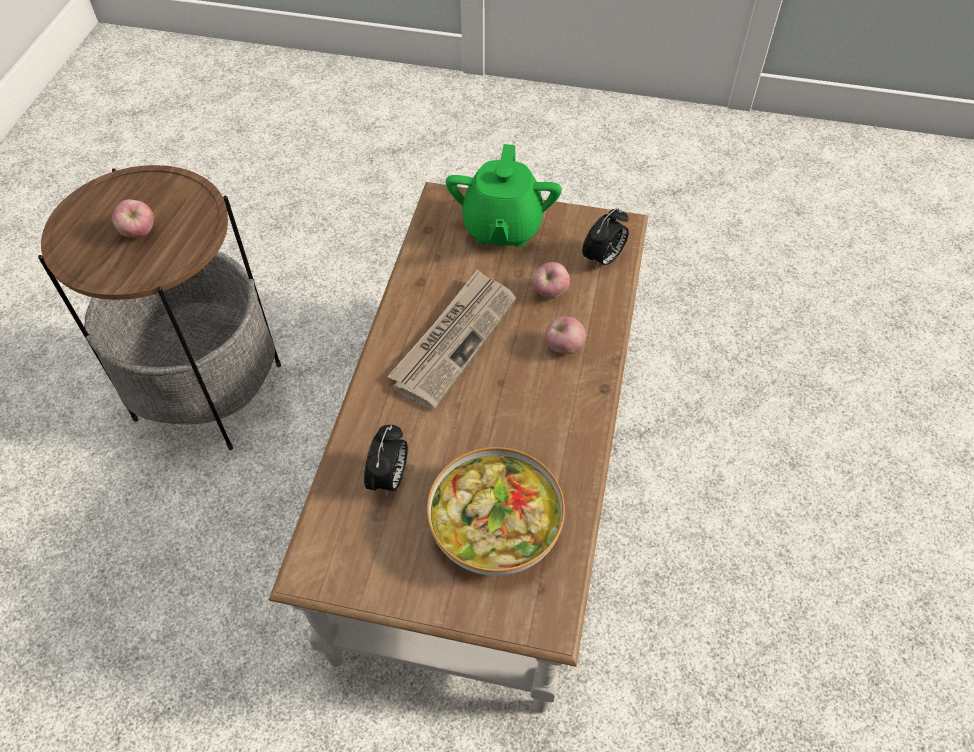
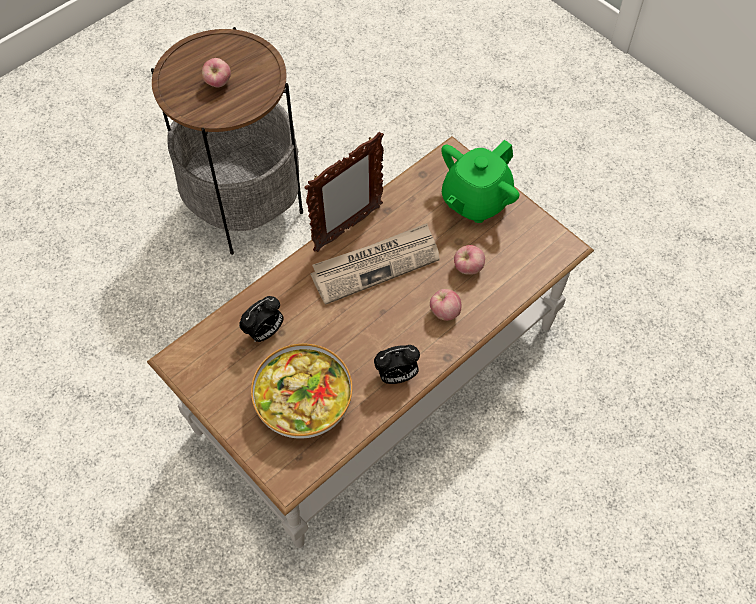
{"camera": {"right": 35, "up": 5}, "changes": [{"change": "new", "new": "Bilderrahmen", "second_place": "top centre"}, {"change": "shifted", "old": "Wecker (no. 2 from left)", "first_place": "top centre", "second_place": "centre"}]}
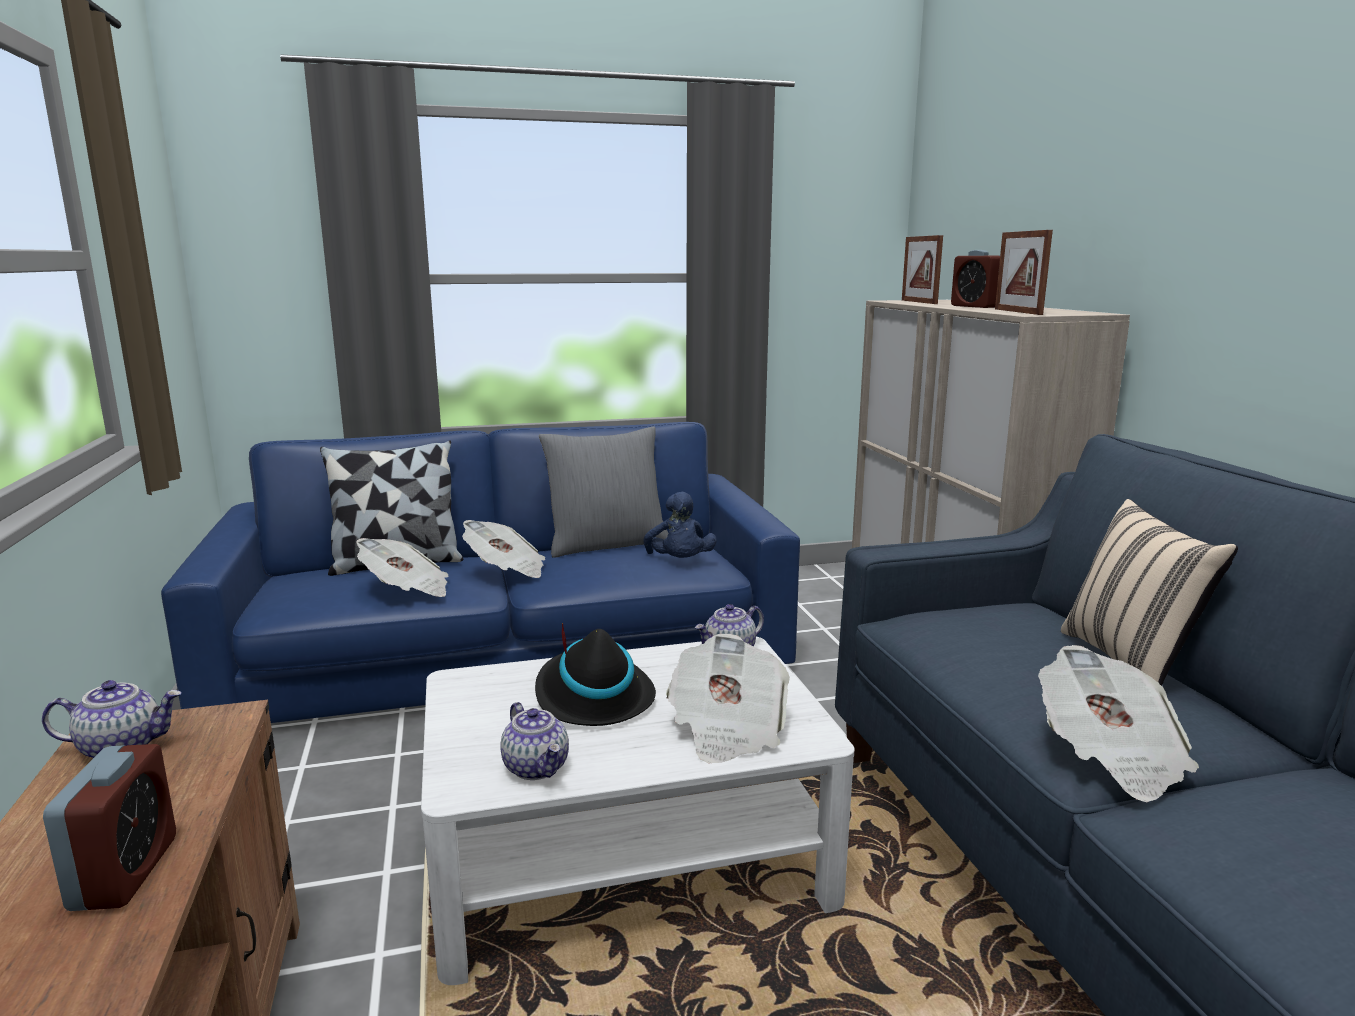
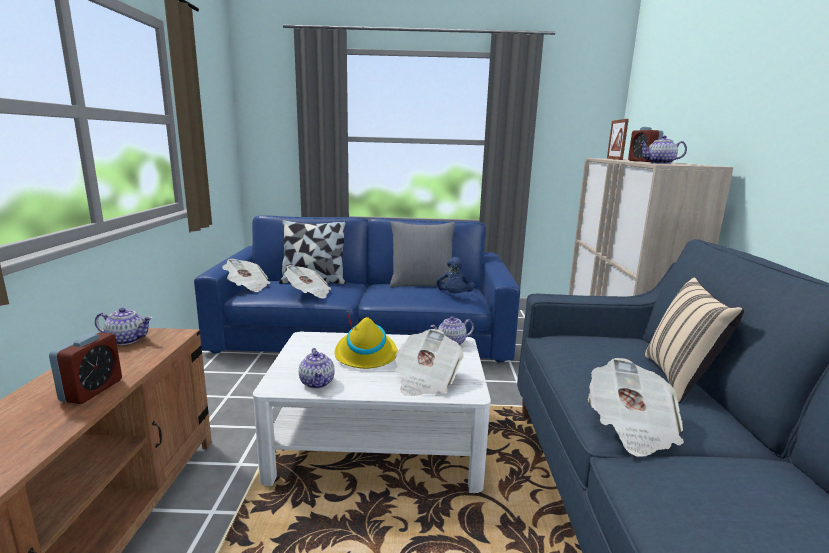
{"camera": {"right": 15, "up": 0}, "changes": [{"change": "shifted", "old": "Zeitung (no. 2 from left in the first image)", "new": "Zeitung (no. 1 from left)", "first_place": "centre", "second_place": "middle left"}, {"change": "swapped", "old": "Bilderrahmen (no. 2 from left)", "new": "Teekanne (no. 4 from left)", "first_place": "top right", "second_place": "top right"}, {"change": "repainted", "old": "Hut [schwarz]", "new": "Hut [gelb]", "first_place": "centre", "second_place": "centre"}]}
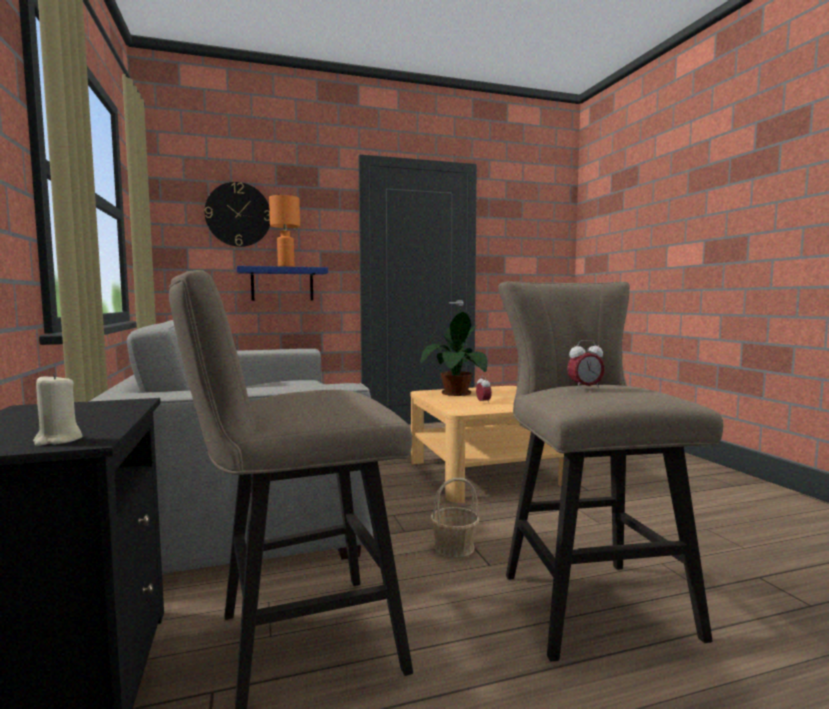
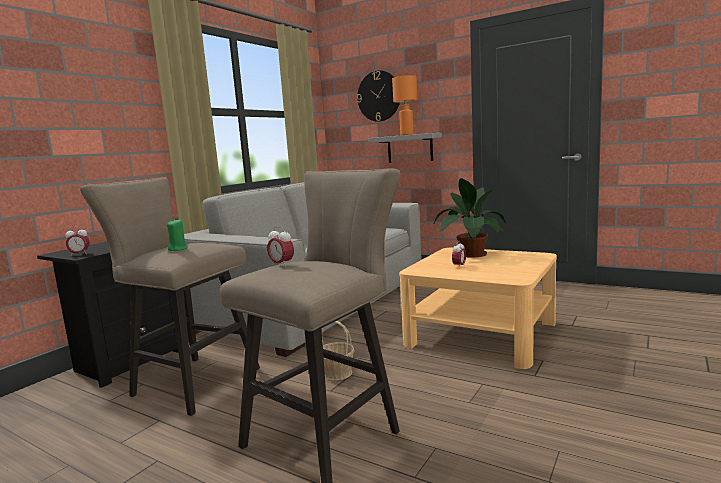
{"camera": {"right": 50, "up": 5}, "changes": [{"change": "new", "new": "Kerze [grün]", "second_place": "middle left"}, {"change": "swapped", "old": "Kerze [beige]", "new": "Wecker (no. 1 from left)", "first_place": "middle left", "second_place": "middle left"}, {"change": "repainted", "old": "Wandregal [blau]", "new": "Wandregal [grau]", "first_place": "centre", "second_place": "top centre"}]}
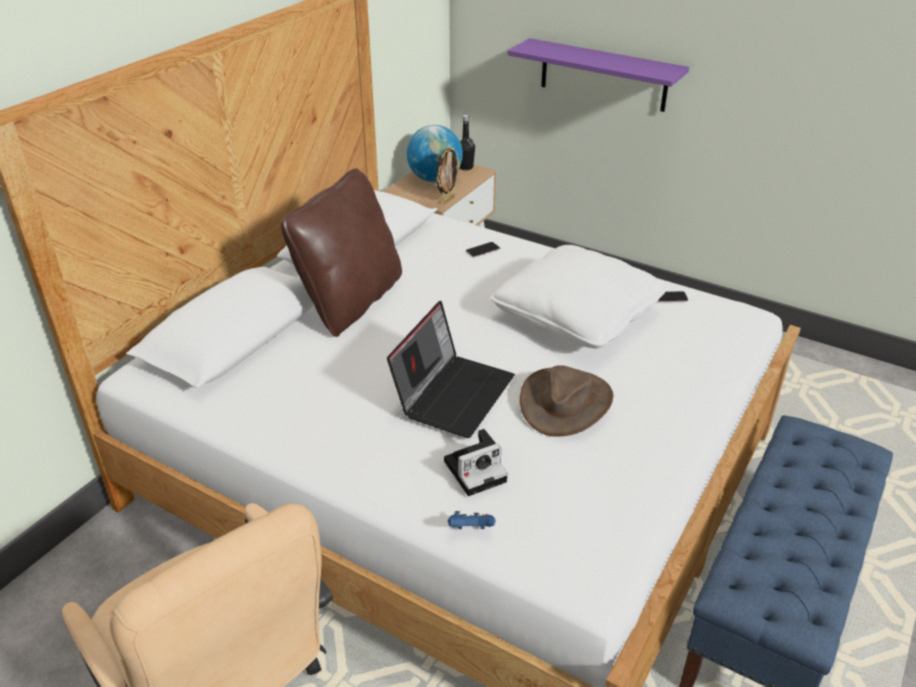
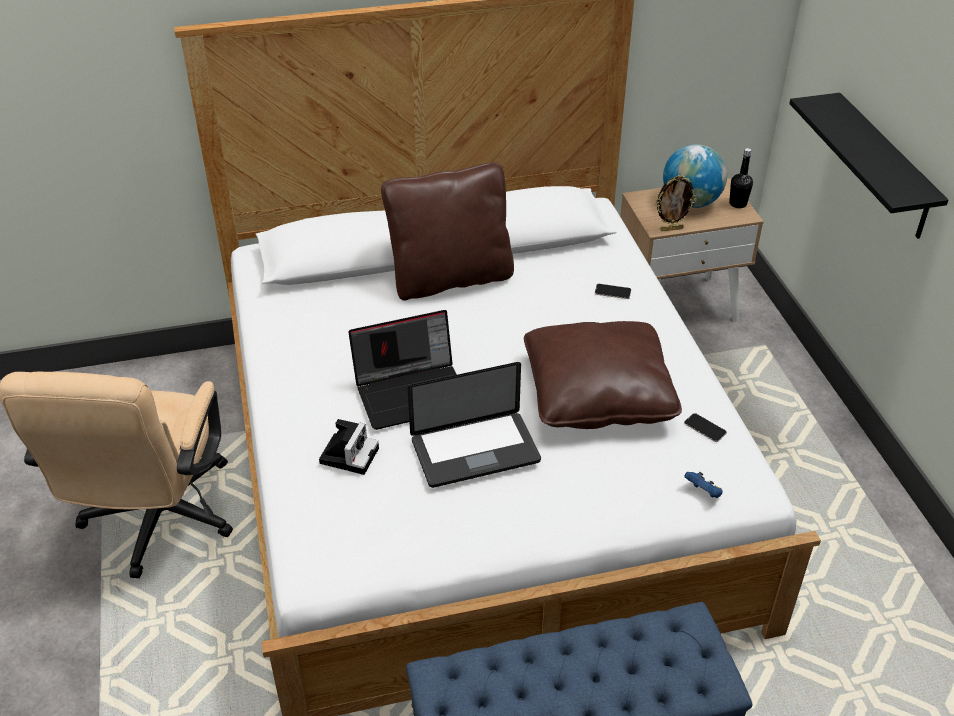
{"camera": {"right": 45, "up": 5}, "changes": [{"change": "shifted", "old": "Gamepad [blau]", "first_place": "bottom centre", "second_place": "bottom right"}, {"change": "swapped", "old": "Hut [braun]", "new": "Laptop (no. 2 from left)", "first_place": "centre", "second_place": "centre"}, {"change": "repainted", "old": "Kissen [weiß]", "new": "Kissen [braun] (no. 2 from left)", "first_place": "centre", "second_place": "centre"}, {"change": "repainted", "old": "Wandregal [lila]", "new": "Wandregal [schwarz]", "first_place": "top centre", "second_place": "top right"}, {"change": "rotated", "old": "Kamera", "first_place": "bottom centre", "second_place": "centre", "degrees": -90}]}
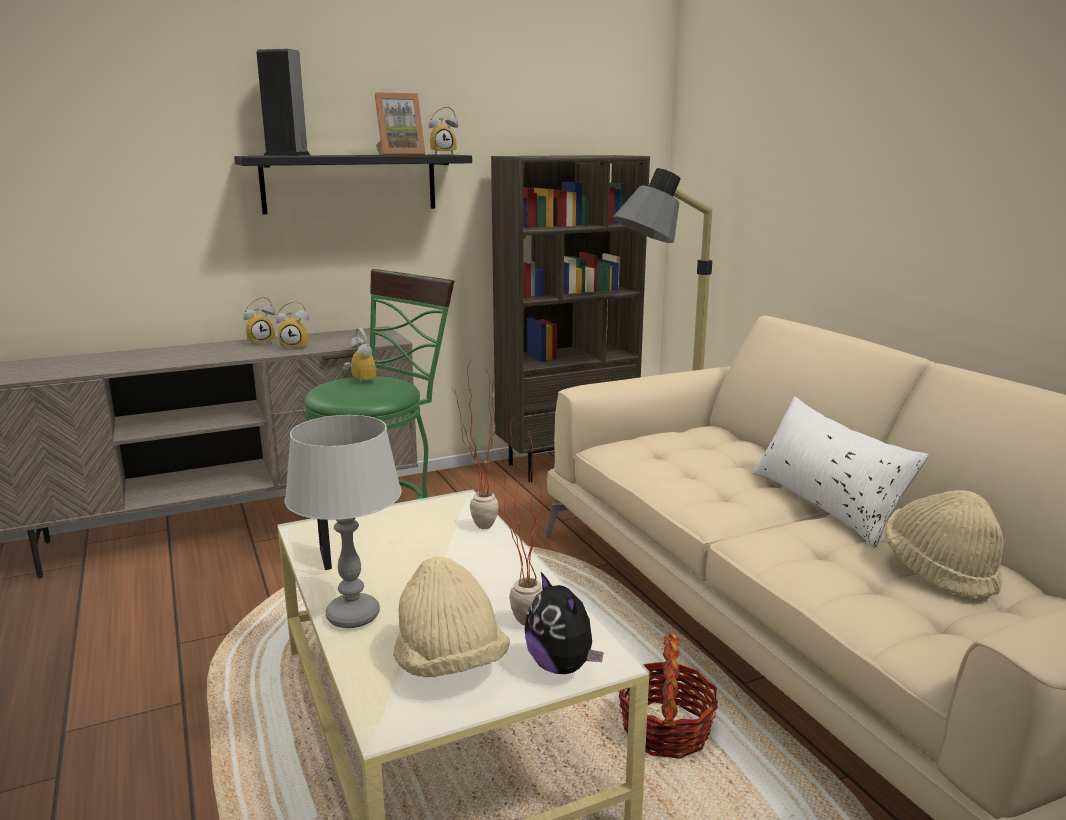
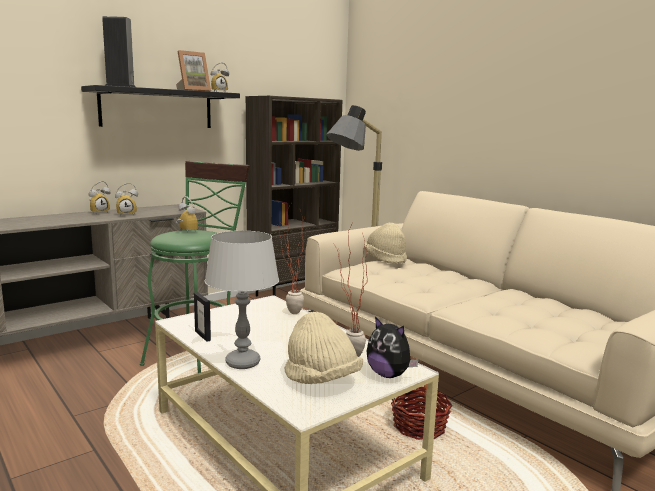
{"camera": {"right": -15, "up": -5}, "changes": [{"change": "gone", "old": "Kissen [weiß]", "first_place": "middle right"}, {"change": "shifted", "old": "Hut [beige] (no. 2 from left)", "first_place": "middle right", "second_place": "centre"}]}
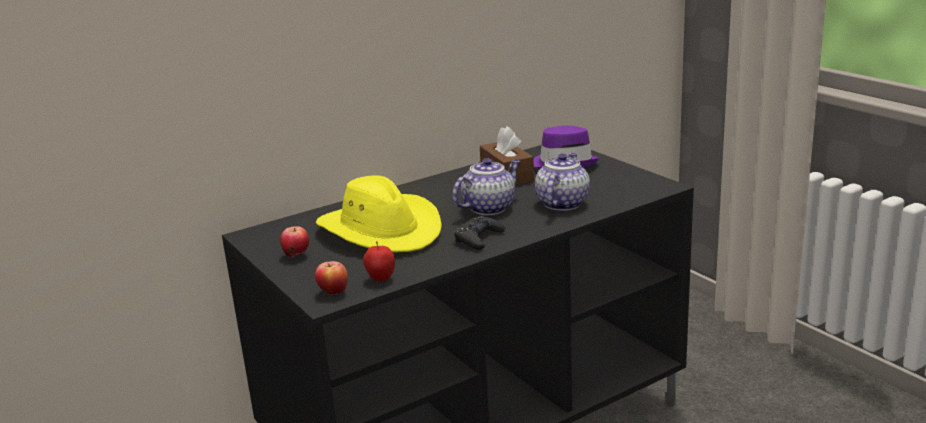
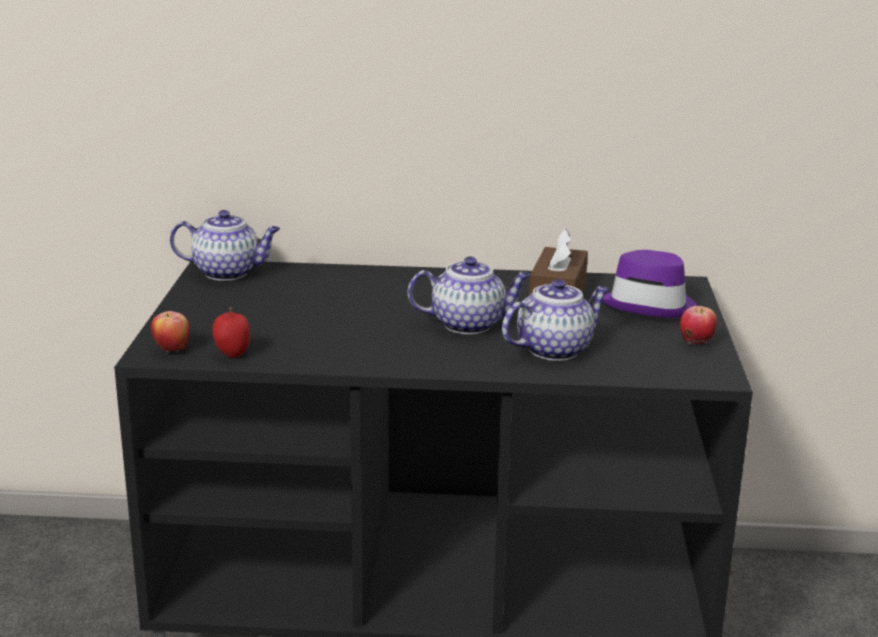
{"camera": {"right": 35, "up": 0}, "changes": [{"change": "gone", "old": "Hut [gelb]", "first_place": "centre"}, {"change": "gone", "old": "Gamepad [schwarz]", "first_place": "centre"}, {"change": "new", "new": "Teekanne (no. 1 from left)", "second_place": "middle left"}, {"change": "shifted", "old": "Apfel (no. 1 from left in the first image)", "new": "Apfel (no. 3 from left)", "first_place": "middle left", "second_place": "middle right"}]}
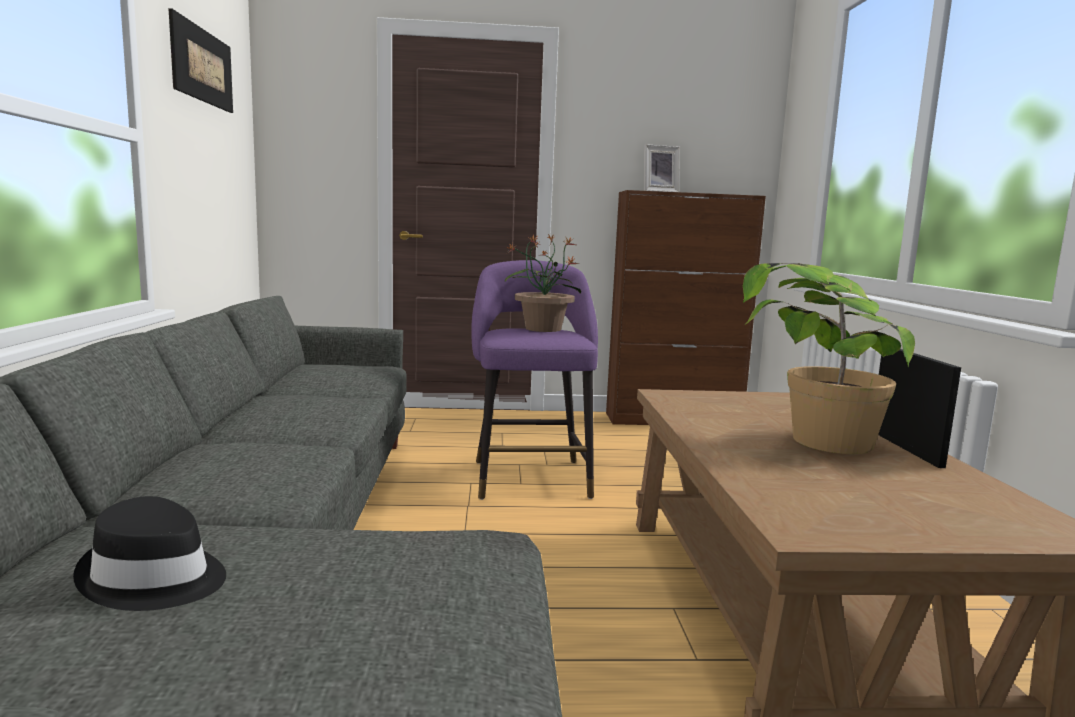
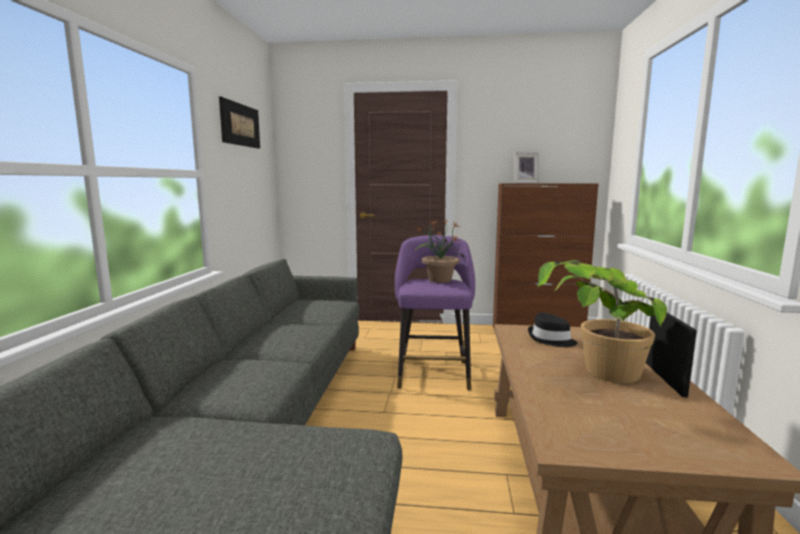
{"camera": {"right": 10, "up": 0}, "changes": [{"change": "shifted", "old": "Hut [schwarz]", "first_place": "bottom left", "second_place": "middle right"}]}
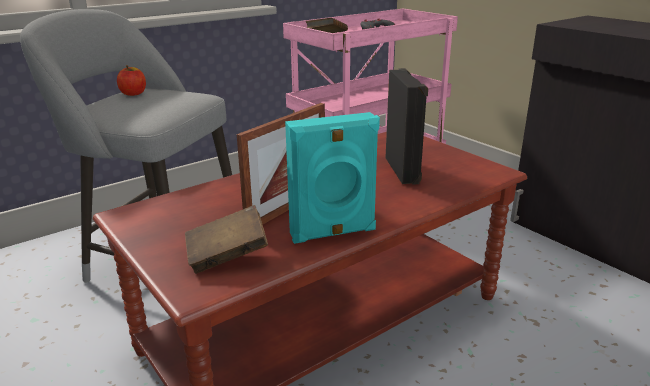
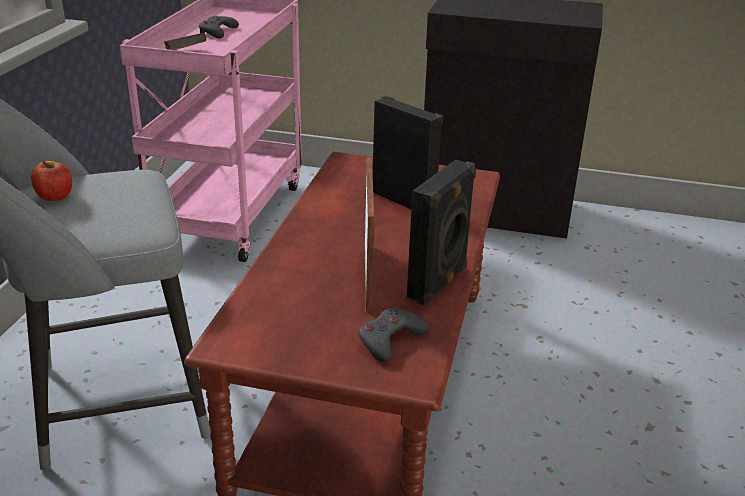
{"camera": {"right": -40, "up": 5}, "changes": [{"change": "swapped", "old": "Buch [braun] (no. 1 from left)", "new": "Gamepad [grau] (no. 2 from left)", "first_place": "centre", "second_place": "bottom centre"}, {"change": "repainted", "old": "Lautsprecher [türkis]", "new": "Lautsprecher [schwarz] (no. 2 from left)", "first_place": "centre", "second_place": "centre"}]}
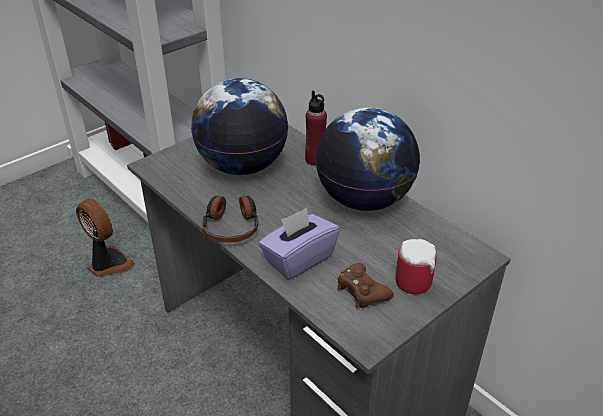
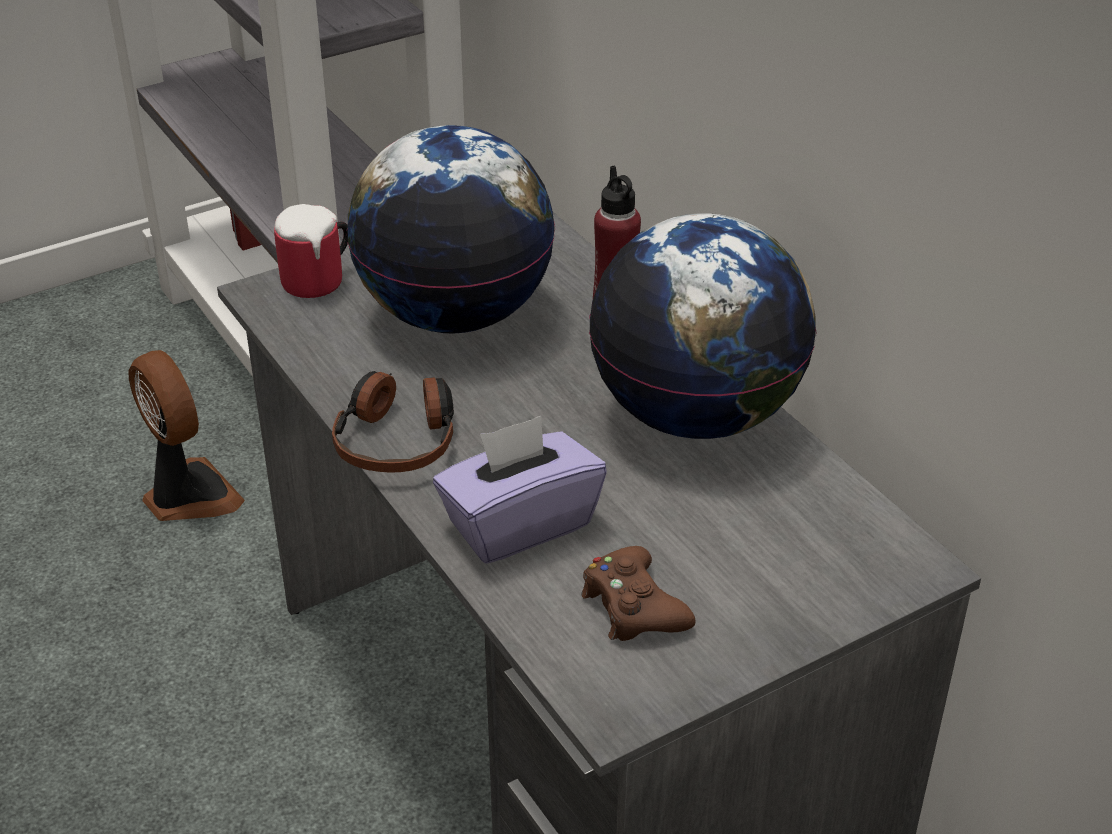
{"camera": {"right": 10, "up": 0}, "changes": [{"change": "shifted", "old": "Henkelbecher", "first_place": "middle right", "second_place": "top left"}]}
